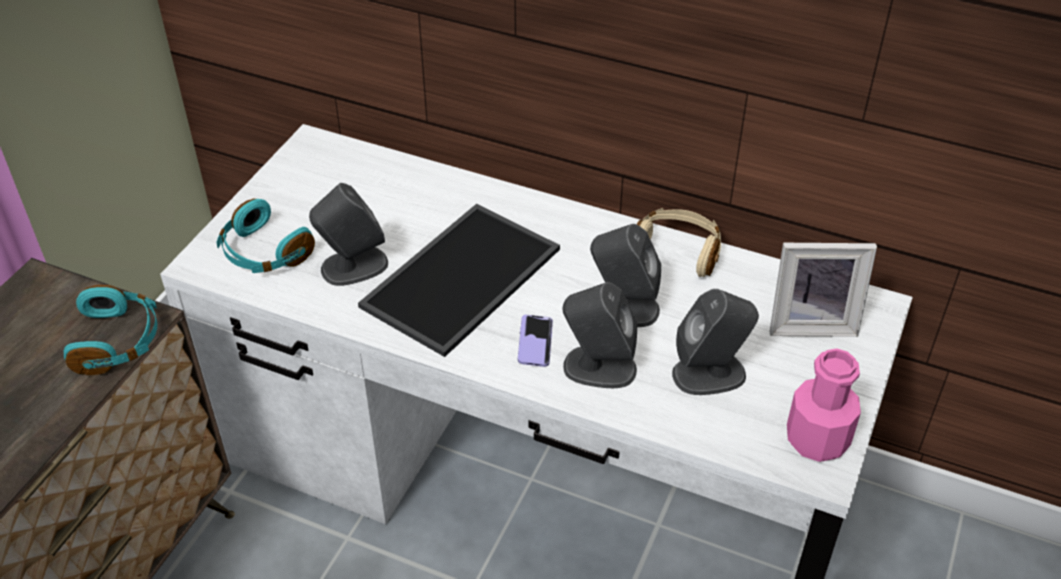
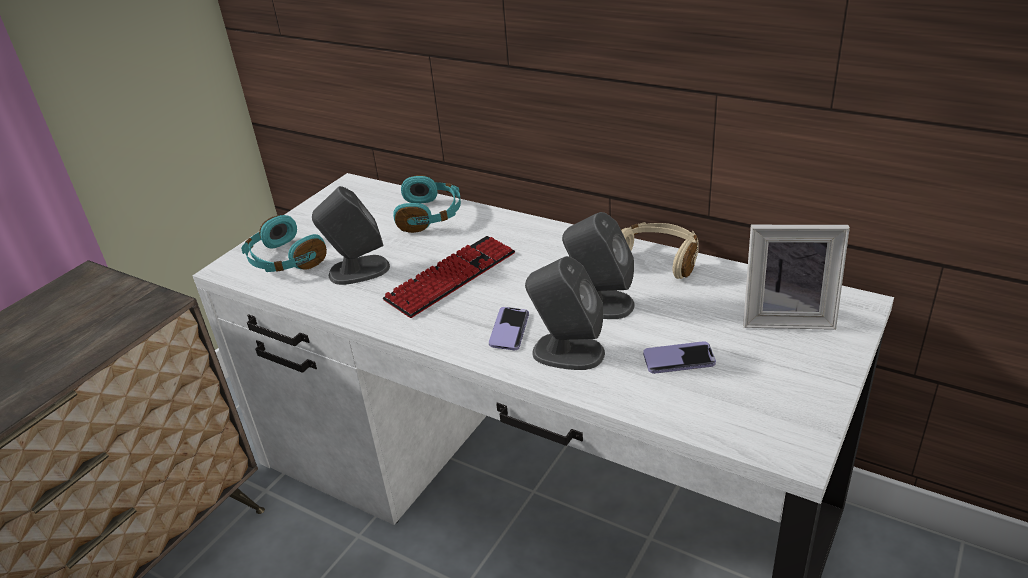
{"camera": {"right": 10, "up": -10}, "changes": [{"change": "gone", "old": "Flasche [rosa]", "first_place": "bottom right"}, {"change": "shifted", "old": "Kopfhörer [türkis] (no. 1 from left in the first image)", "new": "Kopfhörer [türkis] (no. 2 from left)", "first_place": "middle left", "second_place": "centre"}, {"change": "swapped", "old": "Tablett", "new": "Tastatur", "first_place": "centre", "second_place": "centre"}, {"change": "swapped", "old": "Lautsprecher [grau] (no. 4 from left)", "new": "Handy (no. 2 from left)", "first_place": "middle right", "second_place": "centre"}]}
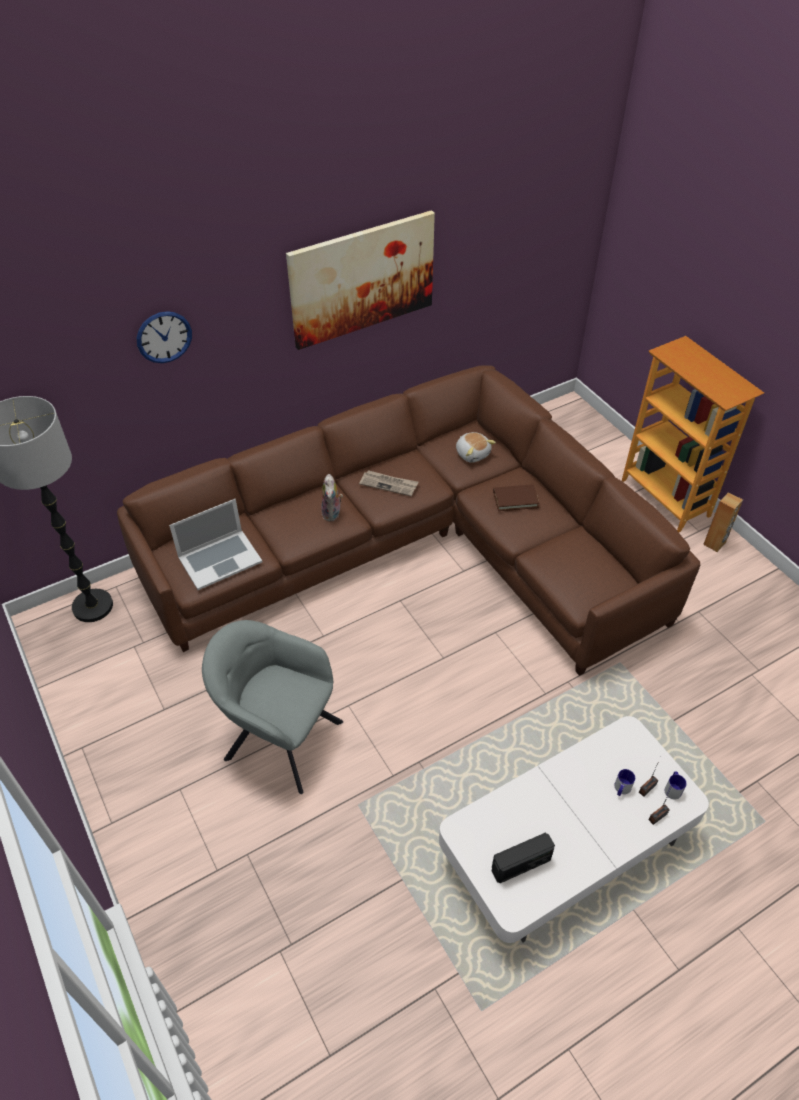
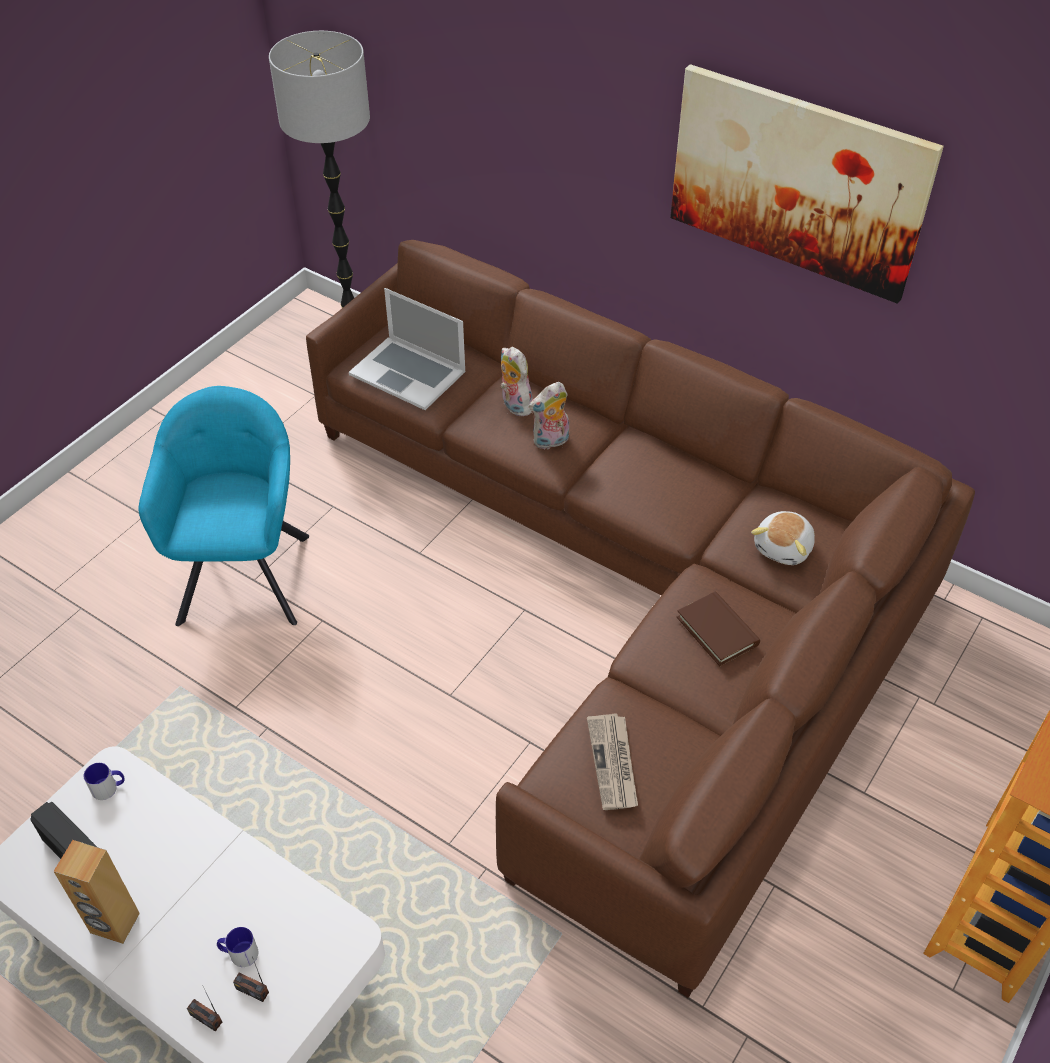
{"camera": {"right": 65, "up": 0}, "changes": [{"change": "gone", "old": "Wanduhr", "first_place": "top left"}, {"change": "new", "new": "Plüschtier (no. 1 from left)", "second_place": "centre"}, {"change": "shifted", "old": "Zeitung", "first_place": "centre", "second_place": "bottom centre"}, {"change": "shifted", "old": "Henkelbecher (no. 2 from left in the first image)", "new": "Henkelbecher (no. 1 from left)", "first_place": "bottom right", "second_place": "bottom left"}, {"change": "shifted", "old": "Lautsprecher [braun]", "first_place": "middle right", "second_place": "bottom left"}, {"change": "repainted", "old": "Sessel [grau]", "new": "Sessel [türkis]", "first_place": "centre", "second_place": "middle left"}]}
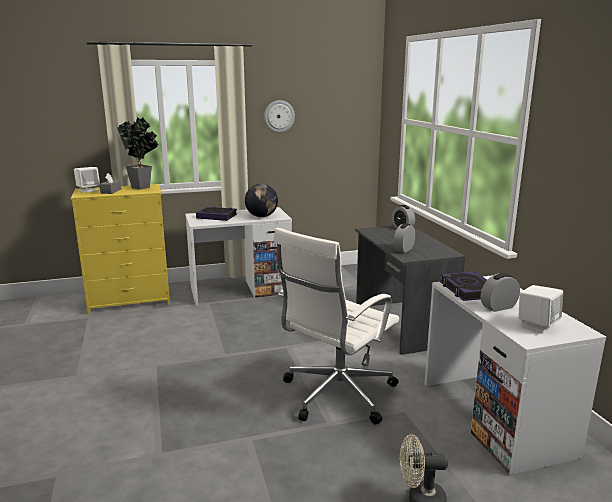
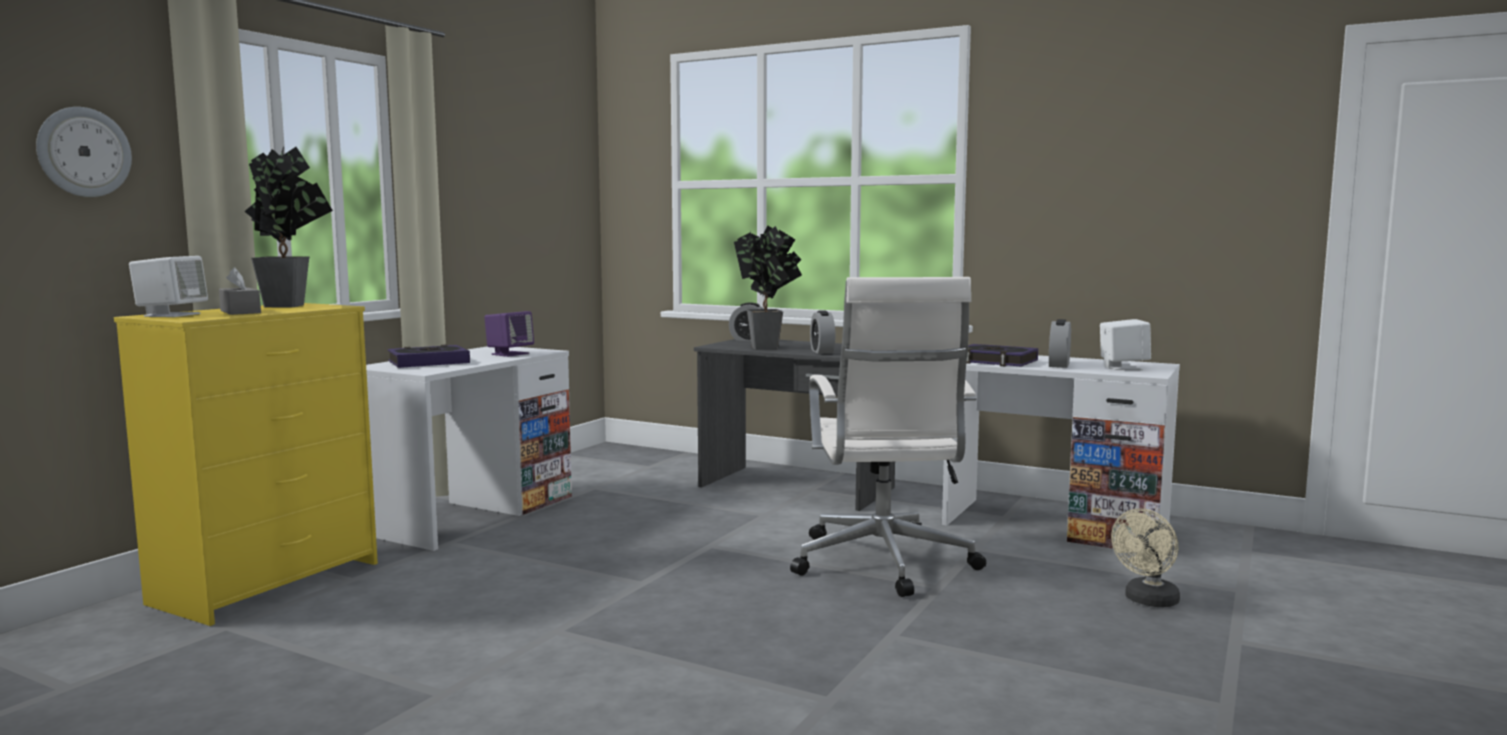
{"camera": {"right": -45, "up": -10}, "changes": [{"change": "new", "new": "Topfpflanze (no. 2 from left)", "second_place": "centre"}, {"change": "shifted", "old": "Wanduhr", "first_place": "top centre", "second_place": "top left"}, {"change": "swapped", "old": "Globus", "new": "Lautsprecher [lila]", "first_place": "centre", "second_place": "centre"}]}
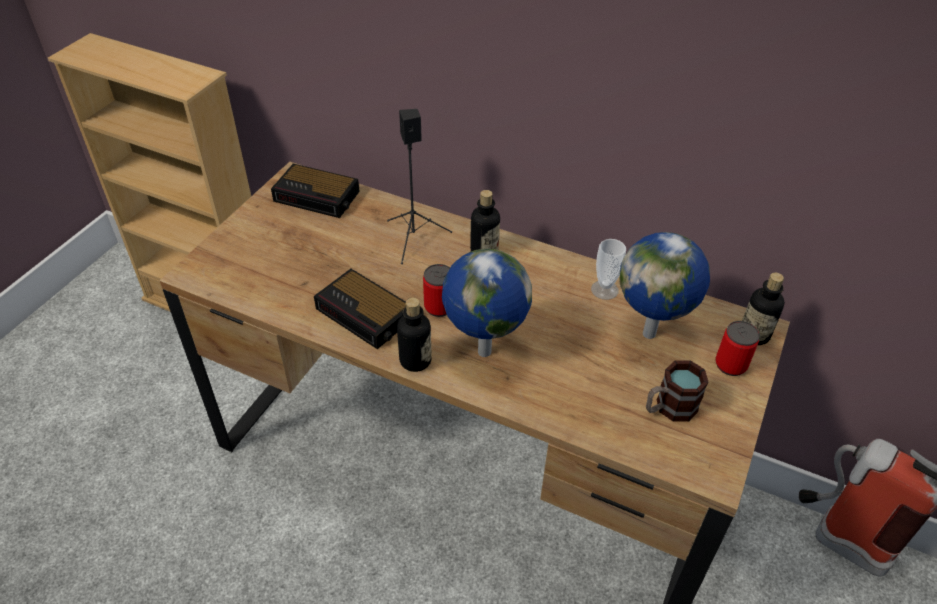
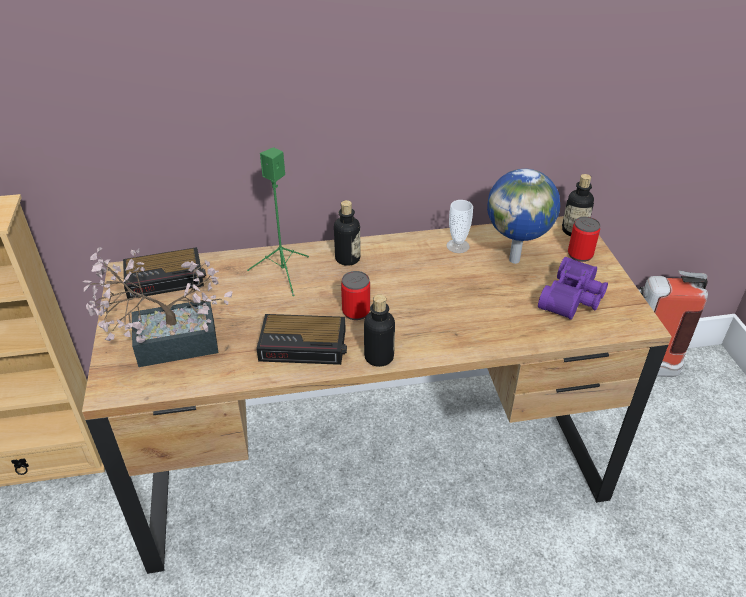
{"camera": {"right": -35, "up": -5}, "changes": [{"change": "gone", "old": "Globus (no. 1 from left)", "first_place": "centre"}, {"change": "new", "new": "Topfpflanze", "second_place": "middle left"}, {"change": "swapped", "old": "Henkelbecher", "new": "Fernglas [lila]", "first_place": "middle right", "second_place": "middle right"}, {"change": "repainted", "old": "Lautsprecher [schwarz]", "new": "Lautsprecher [grün]", "first_place": "top centre", "second_place": "centre"}]}
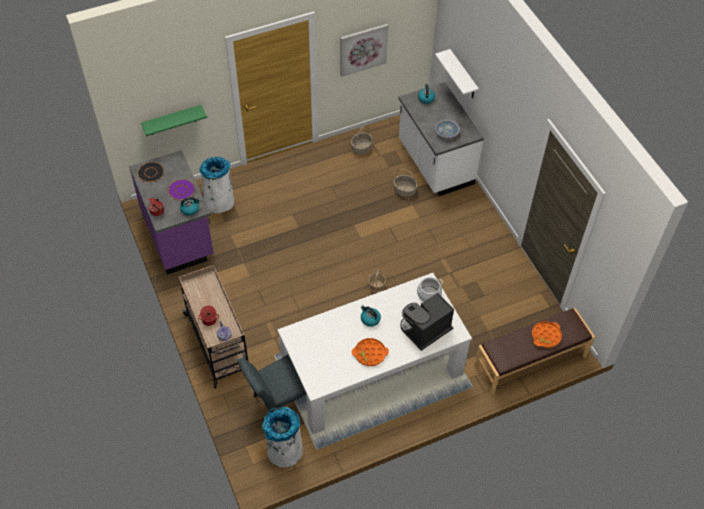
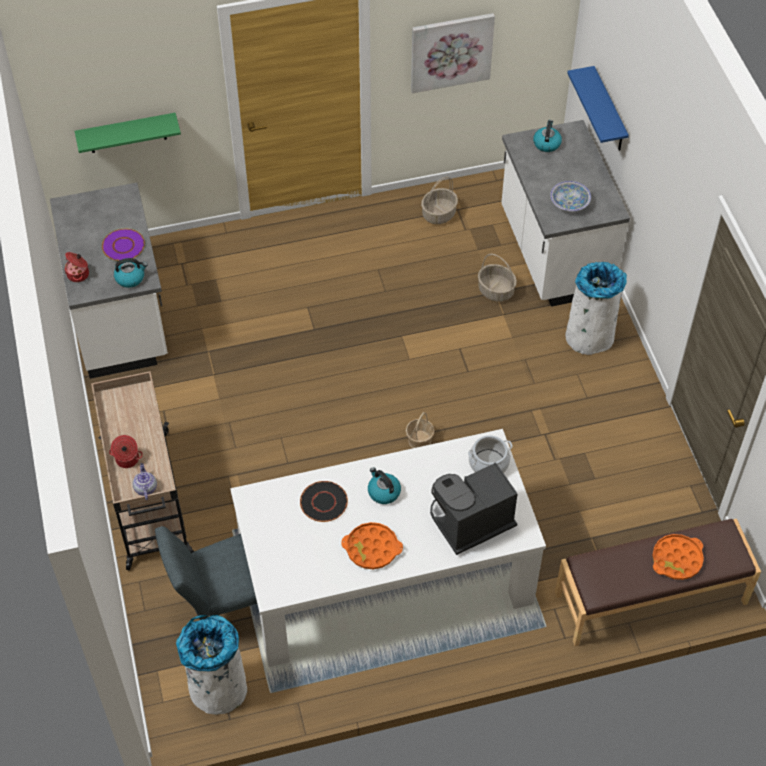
{"camera": {"right": 10, "up": 0}, "changes": [{"change": "shifted", "old": "Teller [schwarz]", "first_place": "middle left", "second_place": "centre"}, {"change": "shifted", "old": "Mülleimer [weiß] (no. 1 from left in the first image)", "new": "Mülleimer [weiß] (no. 2 from left)", "first_place": "middle left", "second_place": "middle right"}, {"change": "repainted", "old": "Küchenzeile [lila]", "new": "Küchenzeile [weiß] (no. 1 from left)", "first_place": "middle left", "second_place": "middle left"}, {"change": "repainted", "old": "Wandregal [weiß]", "new": "Wandregal [blau]", "first_place": "top centre", "second_place": "top right"}]}
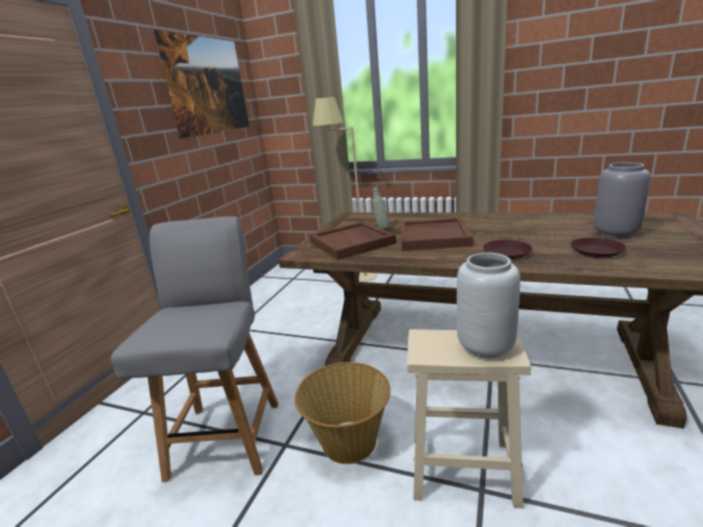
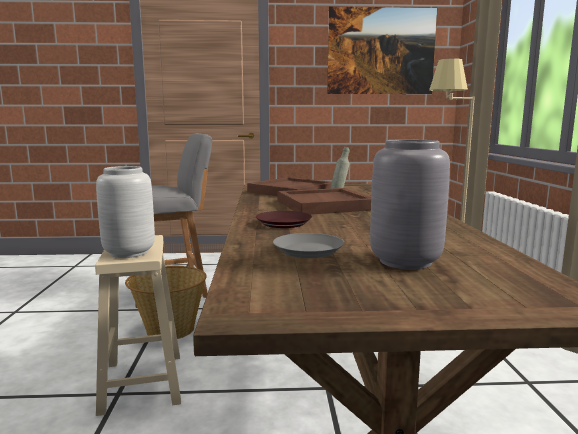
{"camera": {"right": 65, "up": -10}, "changes": [{"change": "repainted", "old": "Teller [braun] (no. 2 from left)", "new": "Teller [grau]", "first_place": "middle right", "second_place": "centre"}]}
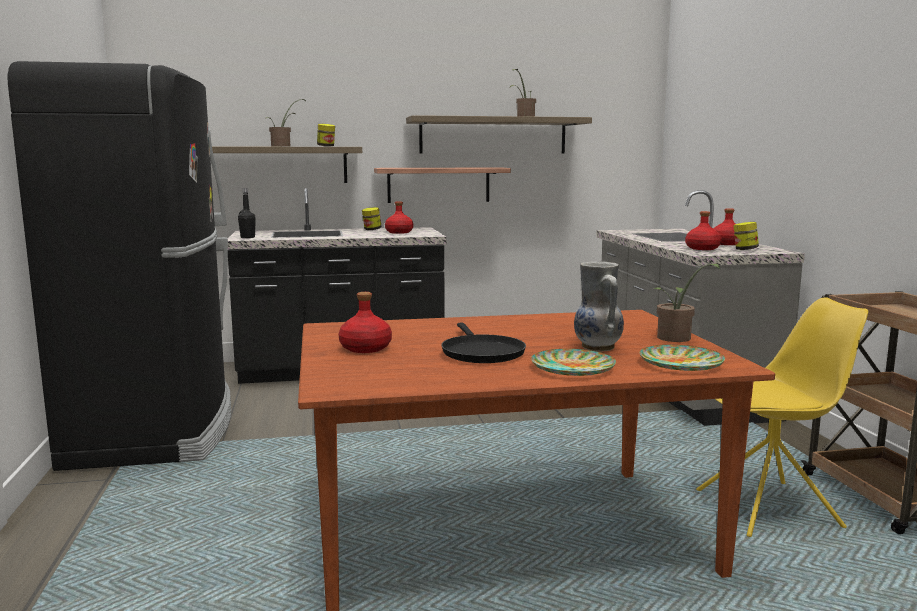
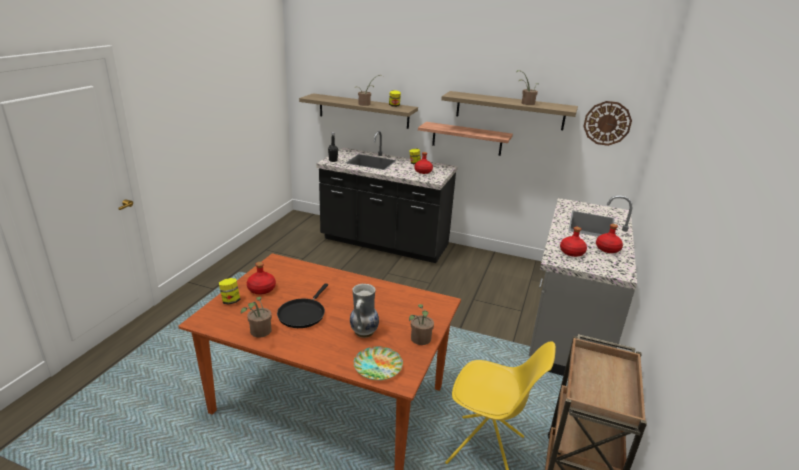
{"camera": {"right": 30, "up": 15}, "changes": [{"change": "gone", "old": "Kühlschrank [schwarz]", "first_place": "middle left"}, {"change": "gone", "old": "Teller (no. 1 from left)", "first_place": "centre"}, {"change": "new", "new": "Topfpflanze (no. 1 from left)", "second_place": "bottom left"}, {"change": "new", "new": "Wanduhr", "second_place": "top right"}, {"change": "shifted", "old": "Vorratsglas (no. 3 from left in the first image)", "new": "Vorratsglas (no. 1 from left)", "first_place": "middle right", "second_place": "middle left"}]}
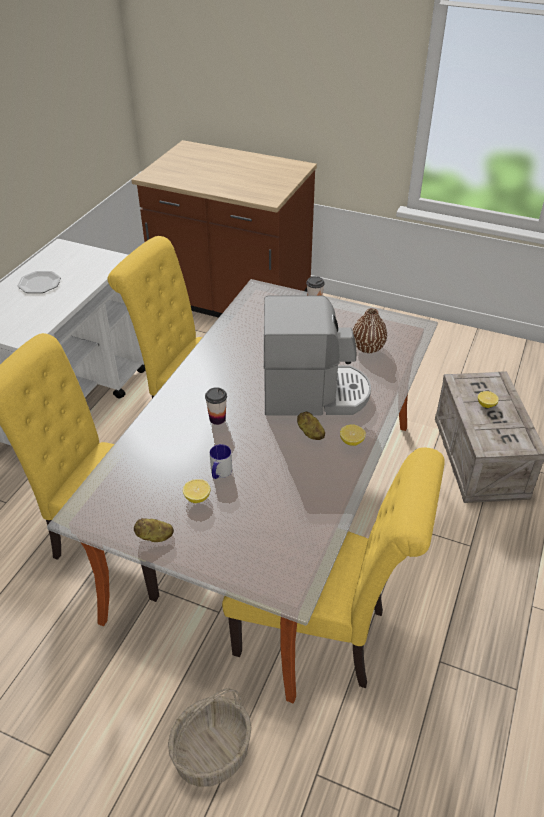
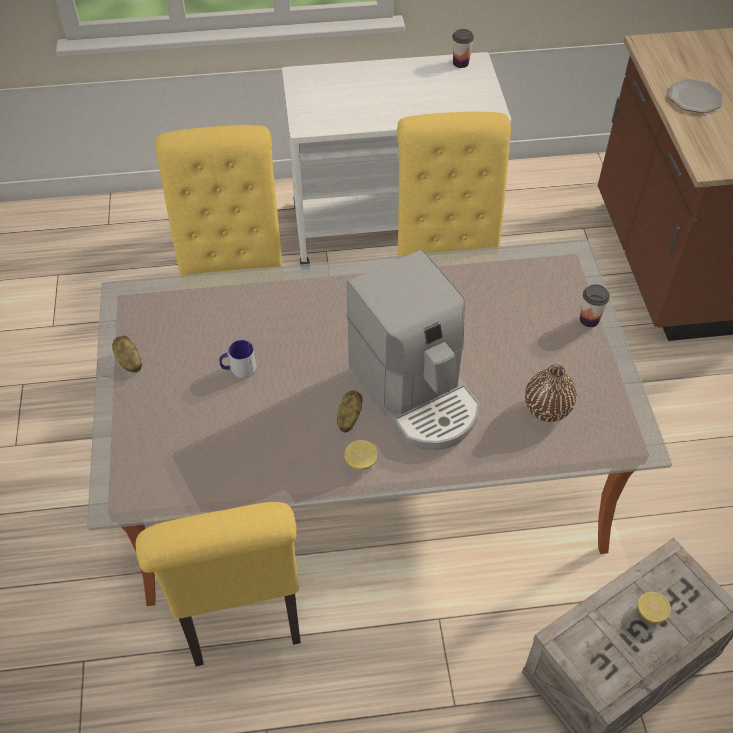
{"camera": {"right": 60, "up": 10}, "changes": [{"change": "gone", "old": "Korb", "first_place": "bottom centre"}, {"change": "gone", "old": "Zitrone (no. 1 from left)", "first_place": "centre"}, {"change": "shifted", "old": "Teller", "first_place": "middle left", "second_place": "top right"}, {"change": "shifted", "old": "Tasse (no. 1 from left)", "first_place": "centre", "second_place": "top centre"}]}
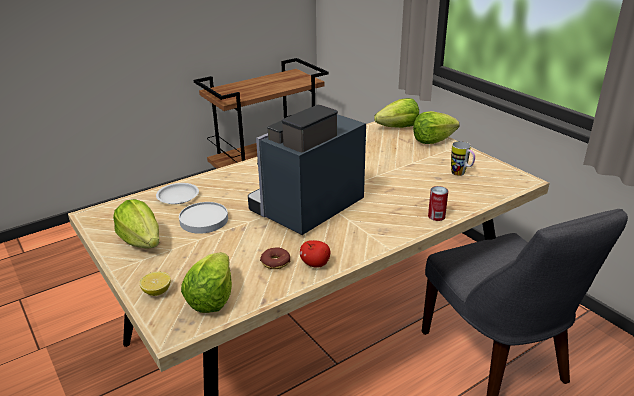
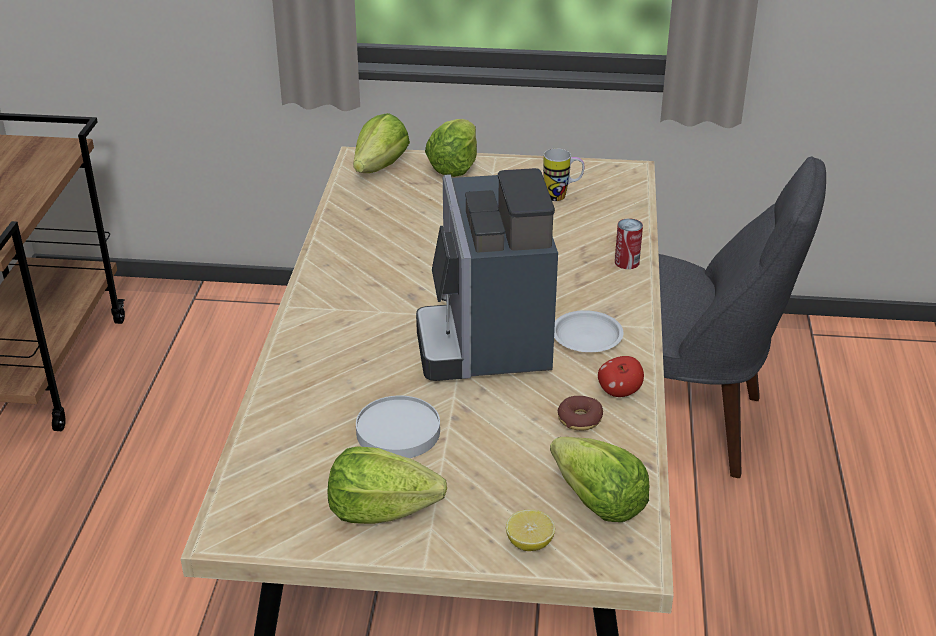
{"camera": {"right": -50, "up": 5}, "changes": [{"change": "shifted", "old": "Teller [weiß] (no. 1 from left in the first image)", "new": "Teller [weiß] (no. 2 from left)", "first_place": "middle left", "second_place": "centre"}]}
